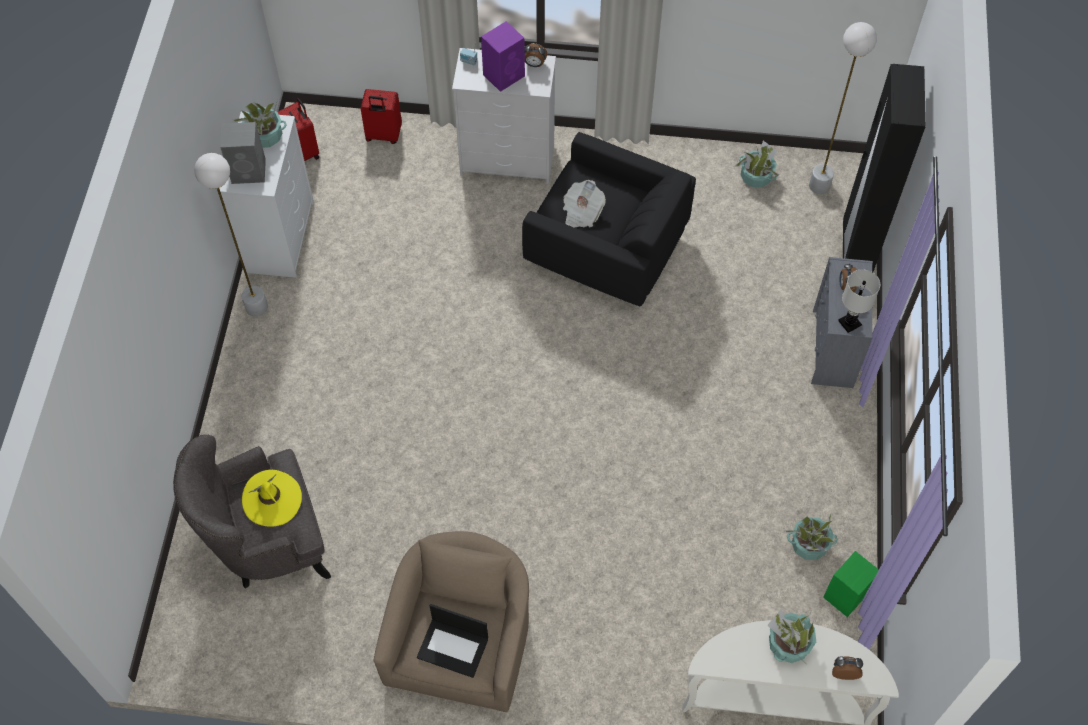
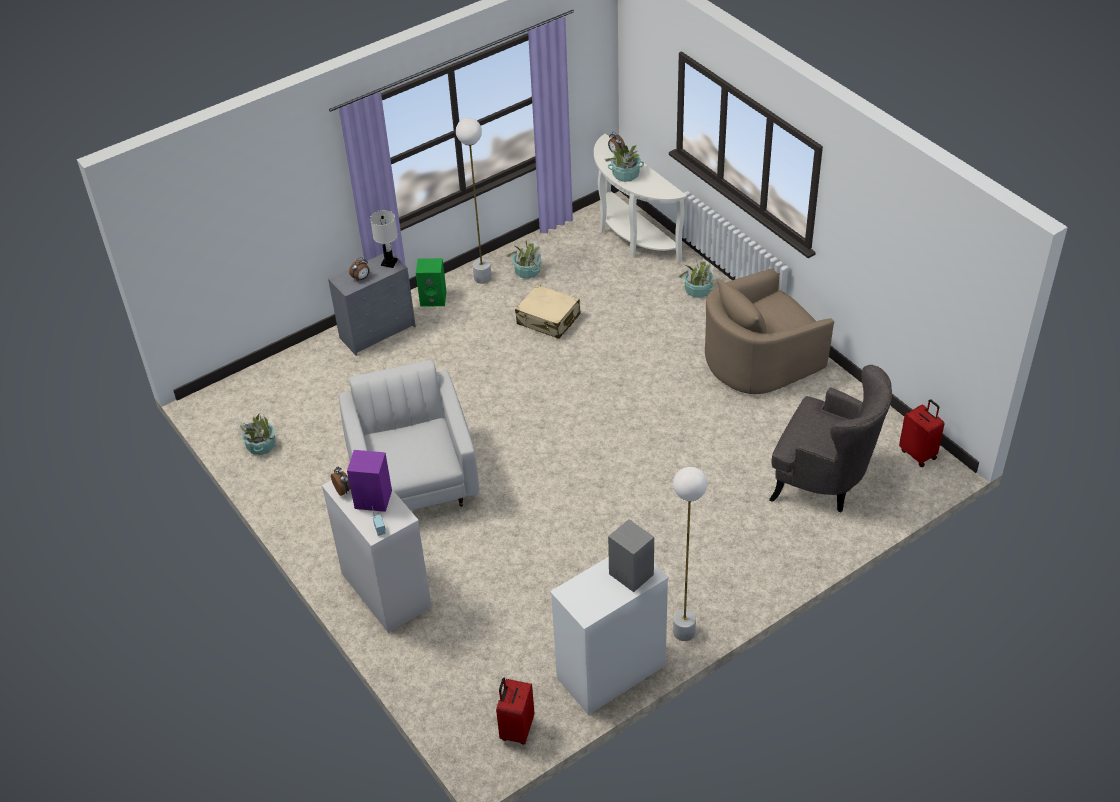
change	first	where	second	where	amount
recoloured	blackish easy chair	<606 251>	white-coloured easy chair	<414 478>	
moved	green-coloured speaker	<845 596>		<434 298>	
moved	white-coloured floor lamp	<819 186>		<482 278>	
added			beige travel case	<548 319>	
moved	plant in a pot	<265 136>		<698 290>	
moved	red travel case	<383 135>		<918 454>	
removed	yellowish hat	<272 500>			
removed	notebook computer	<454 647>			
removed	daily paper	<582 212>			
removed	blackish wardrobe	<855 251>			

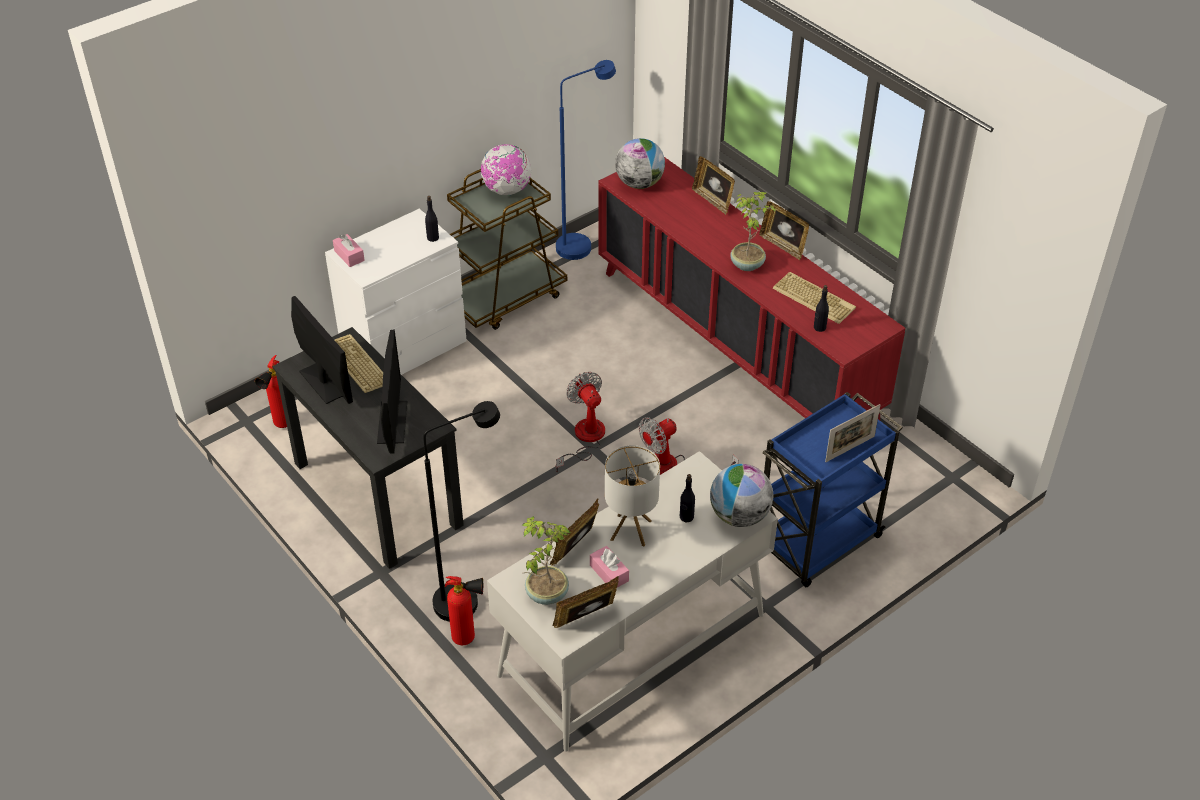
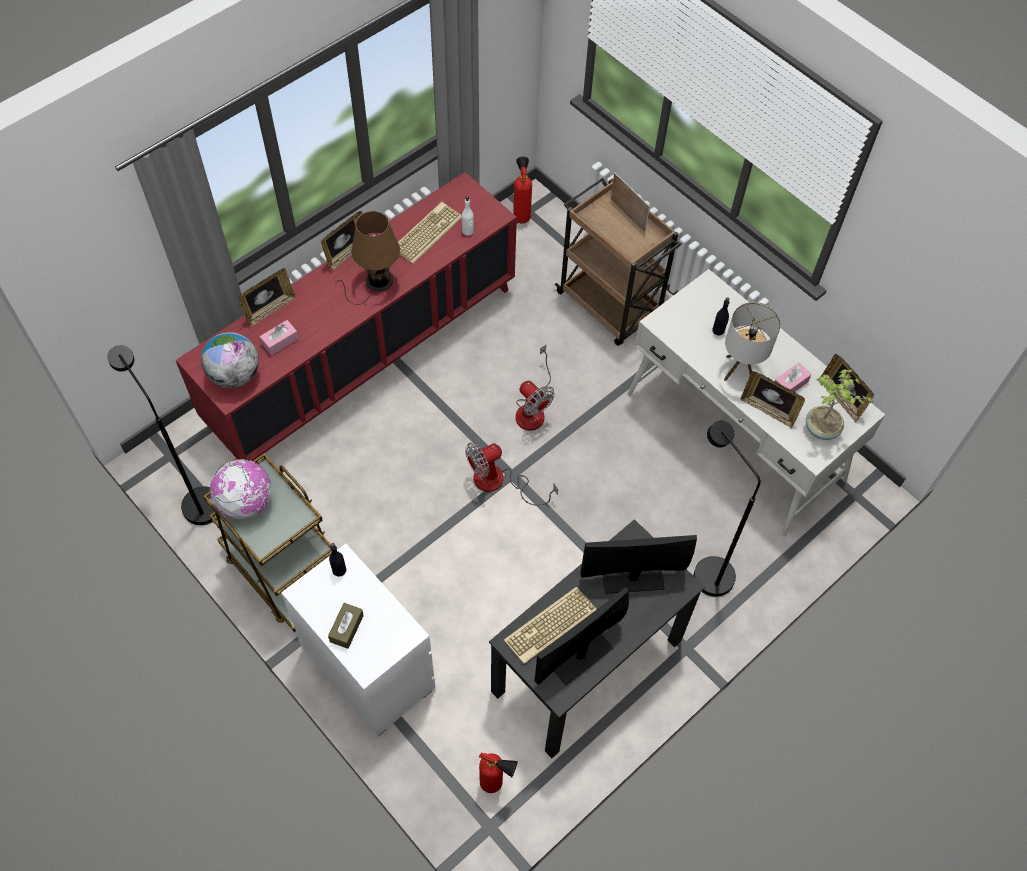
change	first	where	second	where	amount
recoloured	bluish floor lamp	<581 244>	blackish floor lamp	<195 499>	
moved	pink-coloured tissue holder	<349 256>		<280 341>	
added			brown tissue holder	<346 628>	
replaced	plant in a pot	<747 264>	brown tabletop lamp	<376 282>	
recoloured	blackish bottle	<819 327>	white-coloured bottle	<468 231>	
moved	fire extinguisher	<469 638>		<521 215>	
recoloured	bluish wheeled cart	<816 543>	brown wheeled cart	<610 306>	
removed	globe	<739 516>			

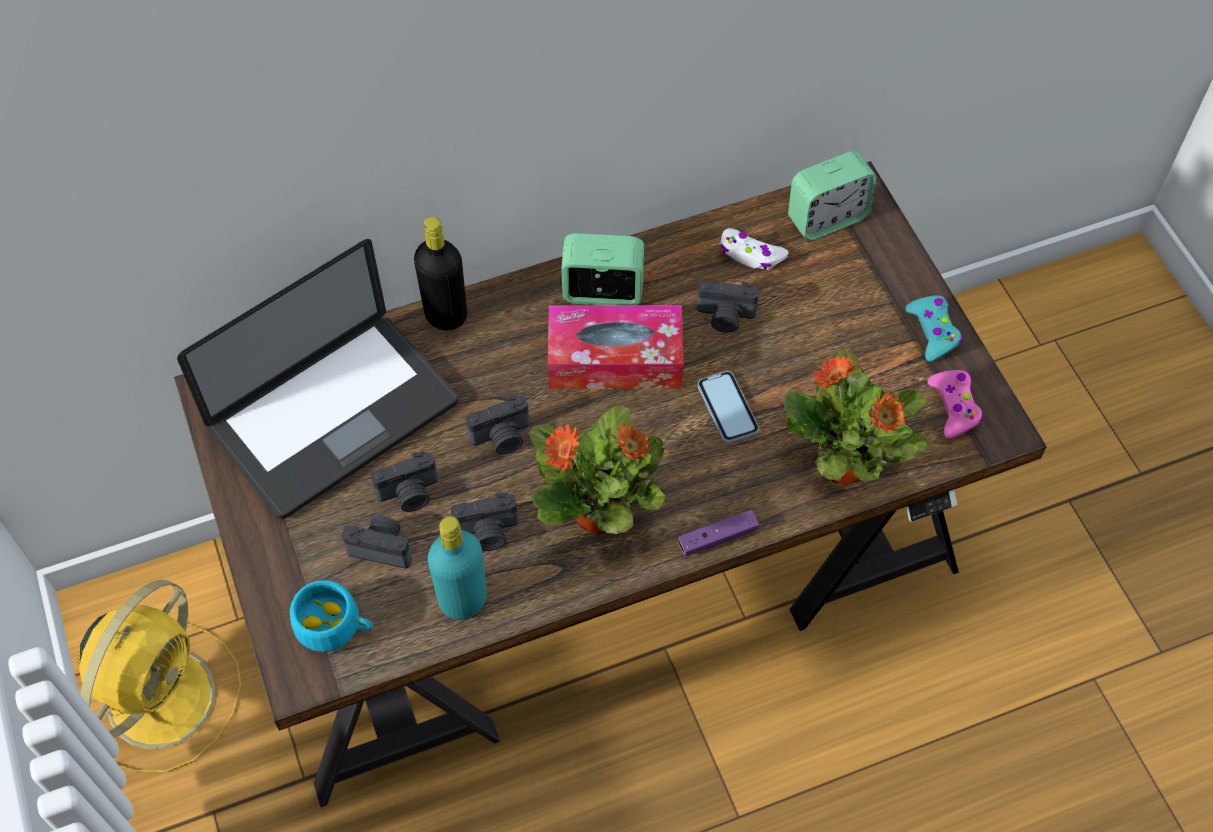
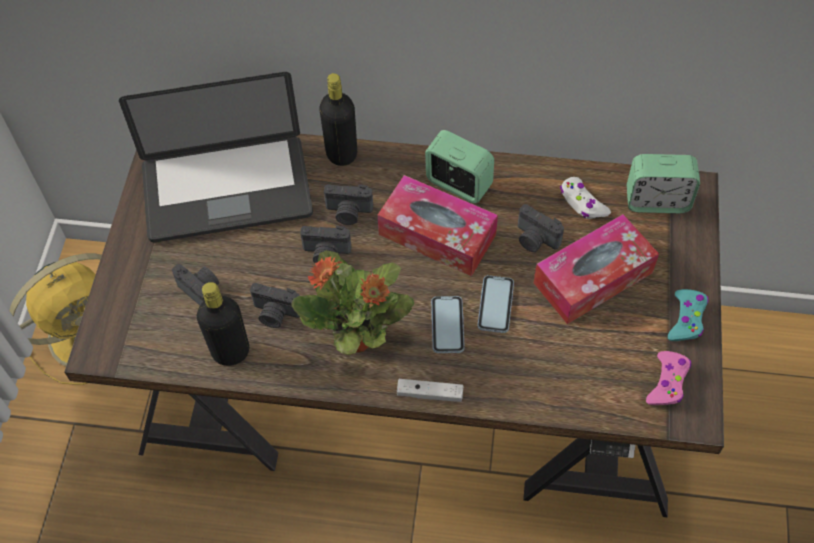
change	first	where	second	where	amount
recoloured	turquoise-coloured bottle	<463 600>	blackish bottle	<231 351>	
moved	photo camera	<410 494>		<348 213>	
recoloured	purple gamepad	<717 538>	white-coloured gamepad	<430 394>	
added			handset	<447 325>	
added			tissue holder	<593 278>	
removed	turquoise-coloured cup	<335 626>			
removed	plant in a pot	<845 467>			

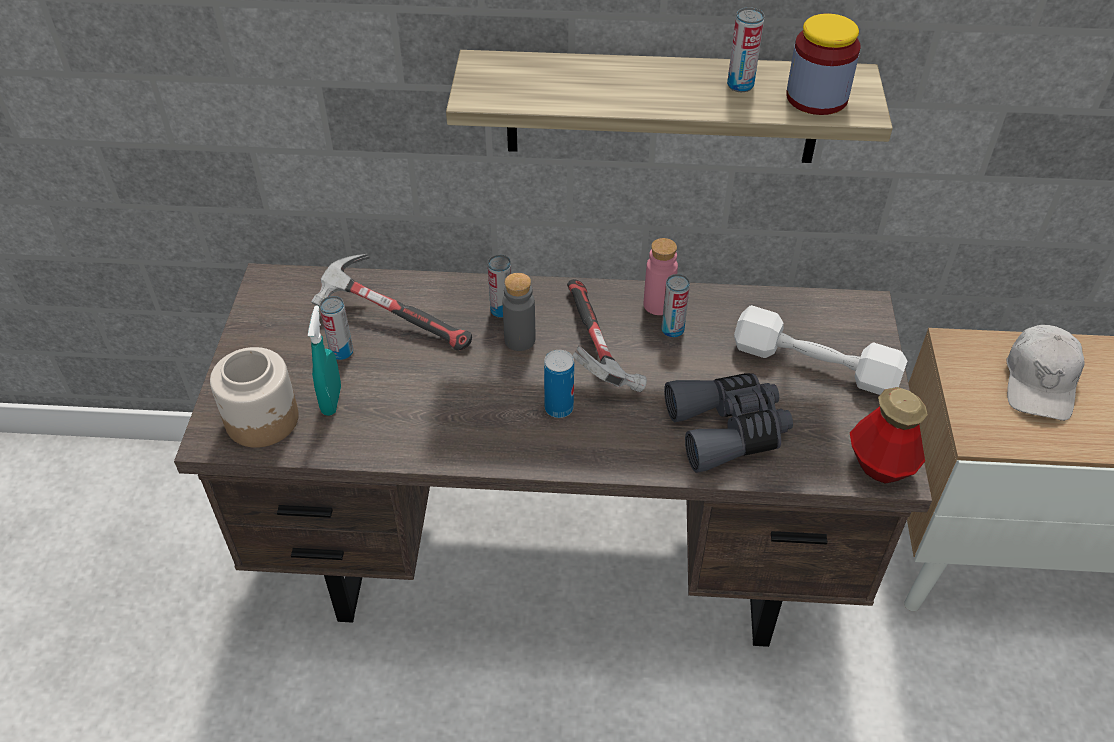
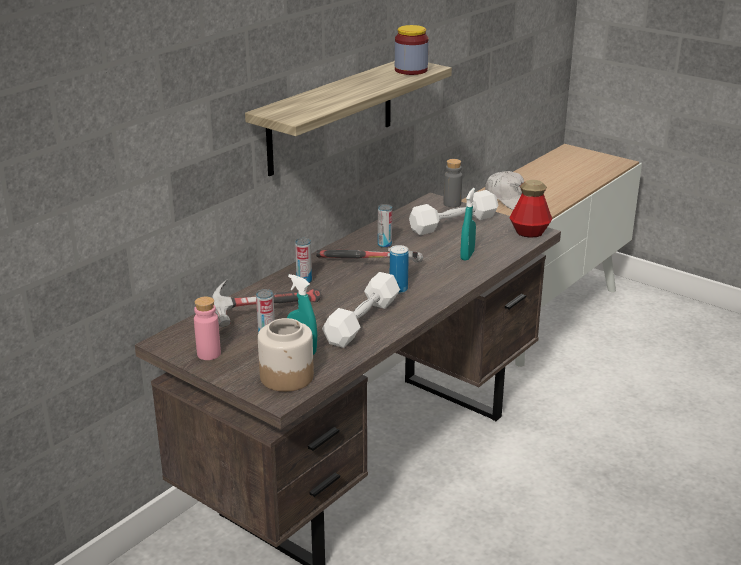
change	first	where	second	where	amount
moved	pink-coloured bottle	<658 305>		<209 354>	
added			white-coloured free weight	<362 321>	
moved	grey bottle	<519 340>		<452 204>	
replaced	grey field glasses	<728 429>	turquoise-coloured sprayer	<467 255>	
removed	can	<740 85>			

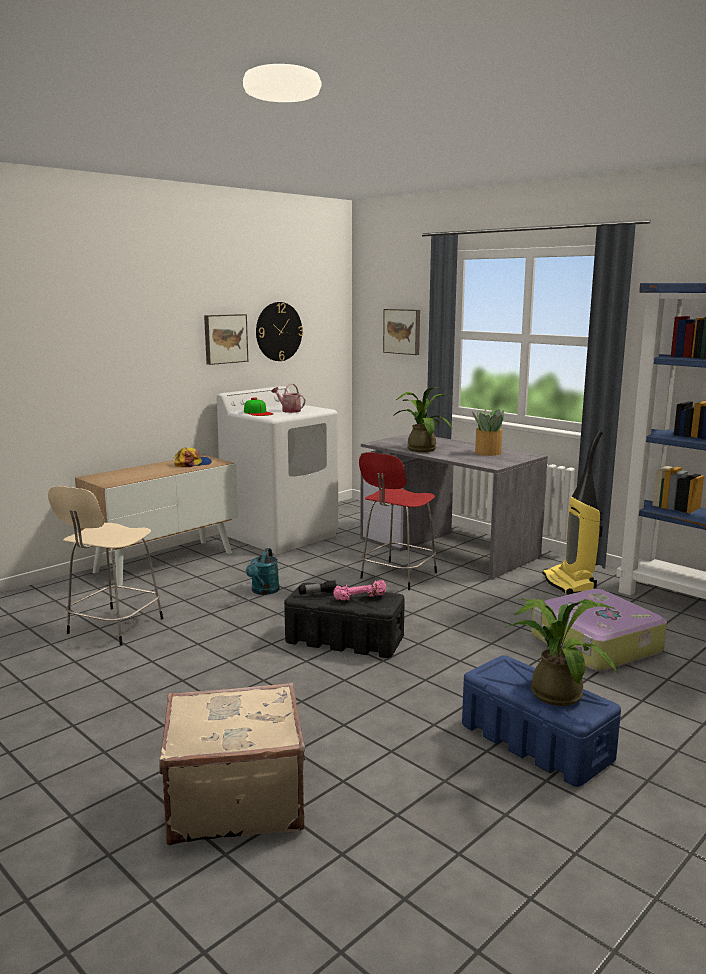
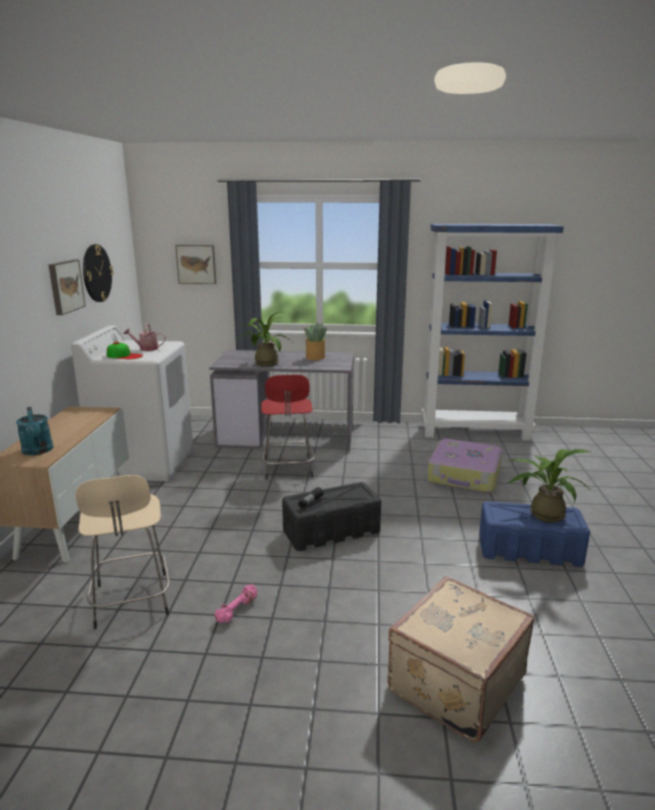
change	first	where	second	where	amount
moved	turquoise-coloured watering pot	<263 591>		<38 451>	
moved	pink-coloured free weight	<360 598>		<237 610>	
removed	peaked cap	<192 464>			
removed	hoover	<570 584>			

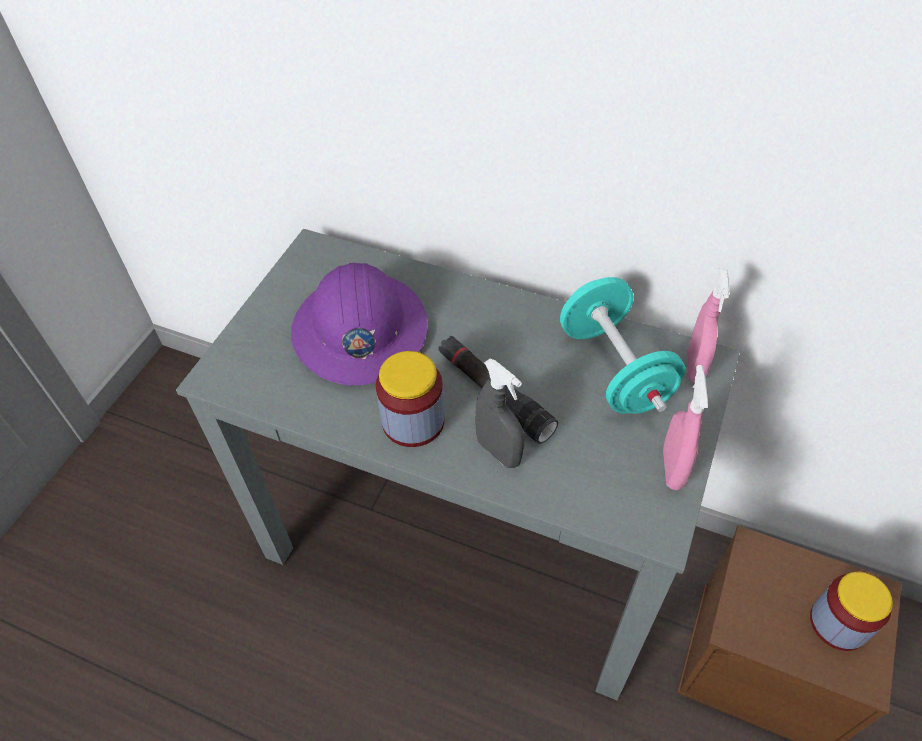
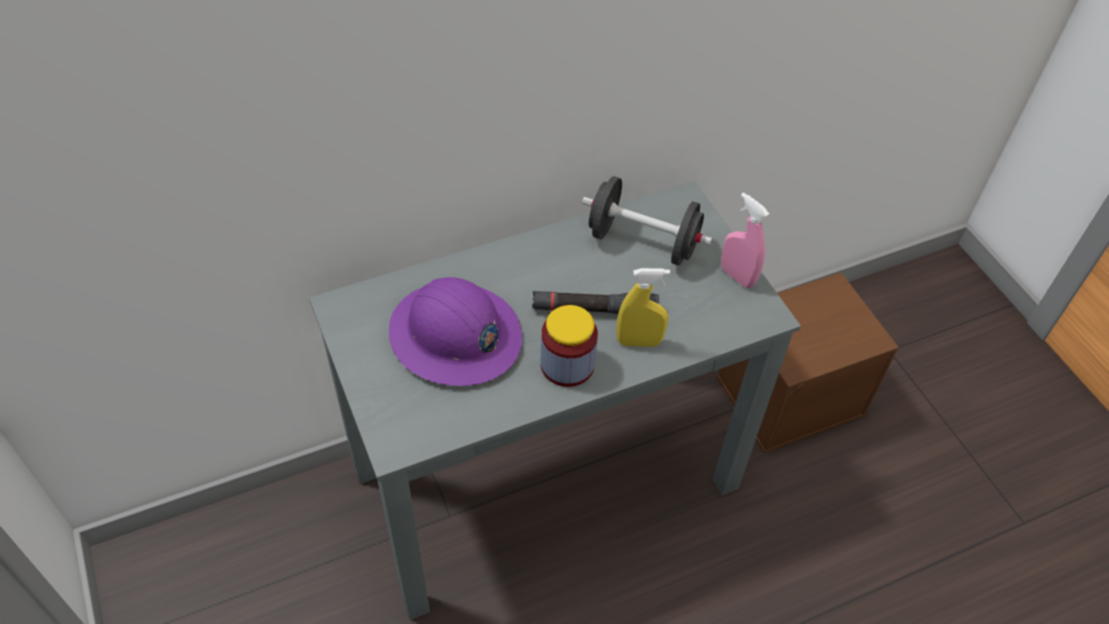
change	first	where	second	where	amount
recoloured	turquoise-coloured free weight	<615 369>	blackish free weight	<643 242>	
recoloured	grey sprayer	<498 452>	yellowish sprayer	<639 342>	
removed	pink-coloured sprayer	<695 366>			
removed	storage jar	<838 623>			

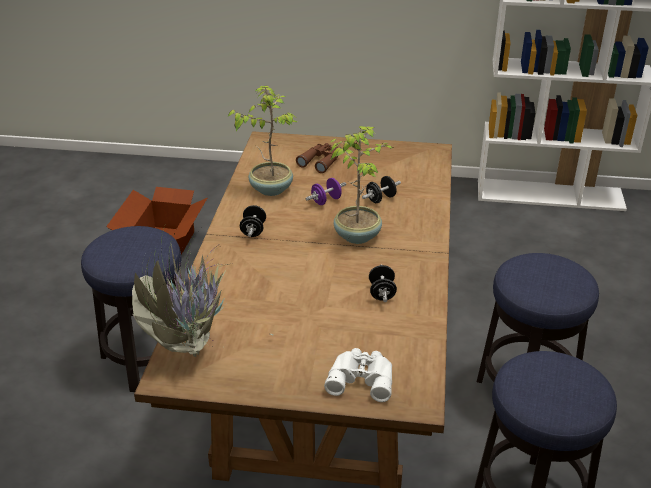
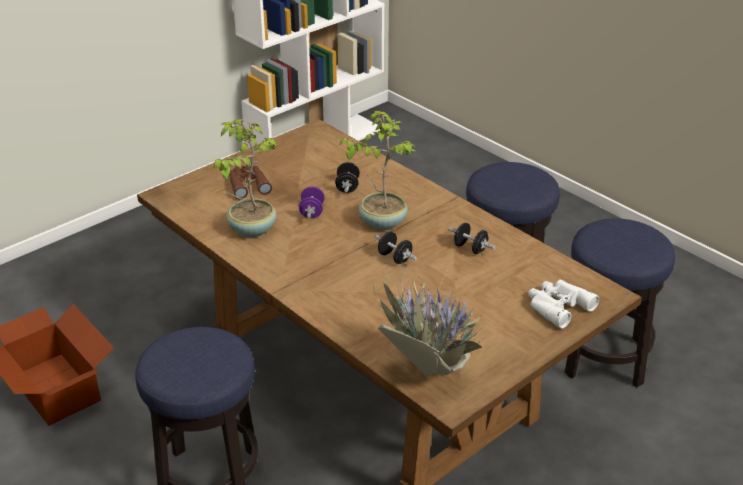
change	first	where	second	where	amount
moved	blackish free weight	<253 230>		<394 258>	

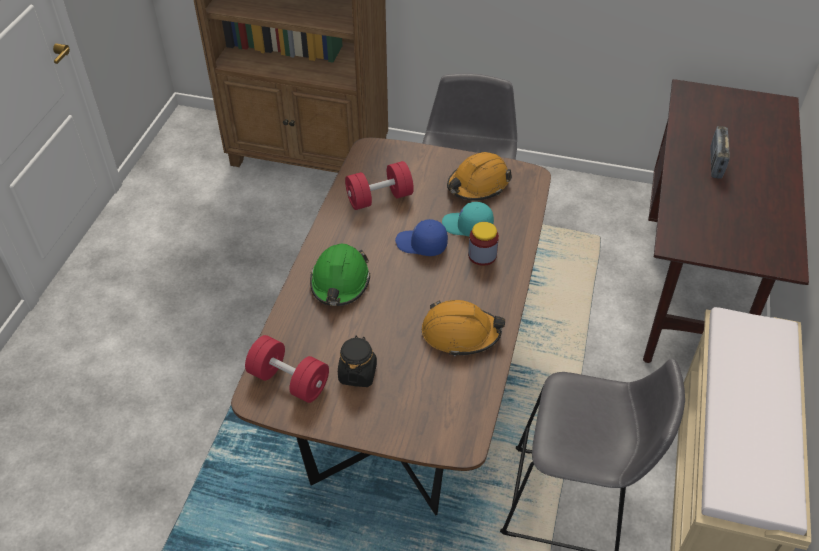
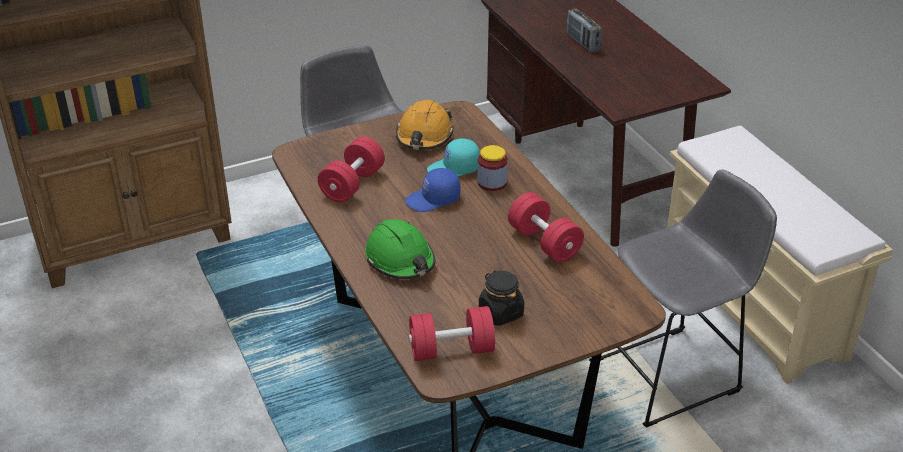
change	first	where	second	where	amount
replaced	orange-coloured hard hat	<460 333>	red free weight	<544 242>	

